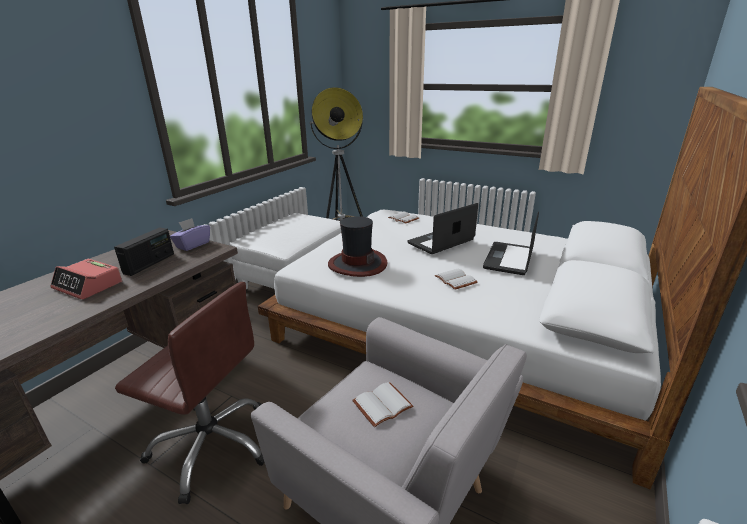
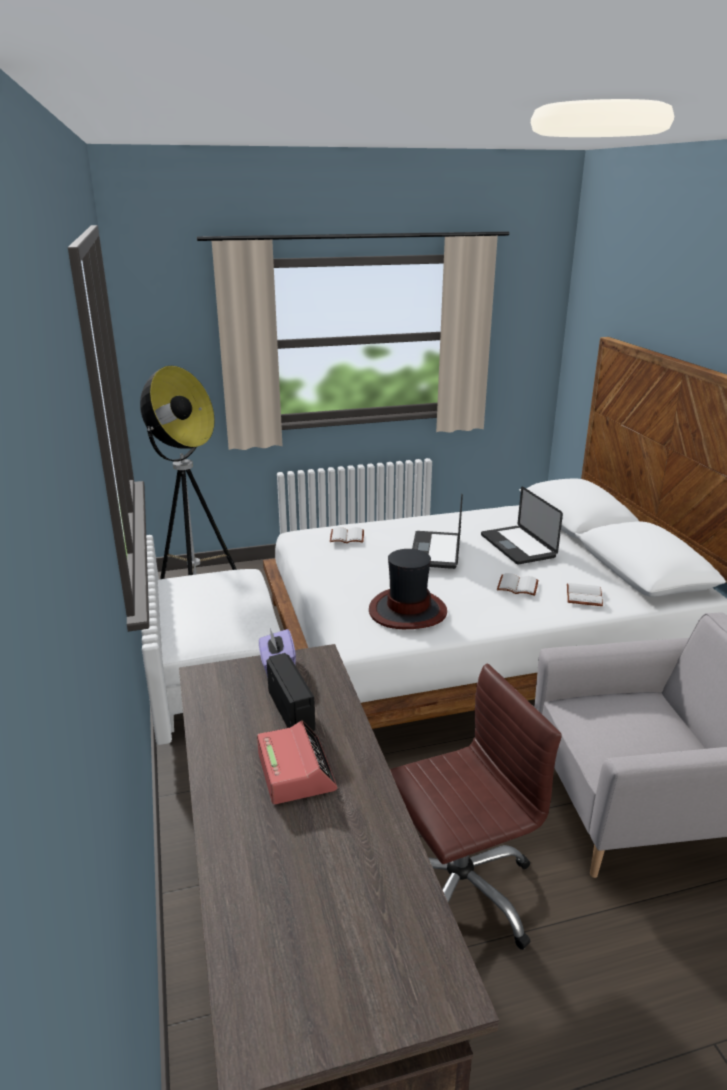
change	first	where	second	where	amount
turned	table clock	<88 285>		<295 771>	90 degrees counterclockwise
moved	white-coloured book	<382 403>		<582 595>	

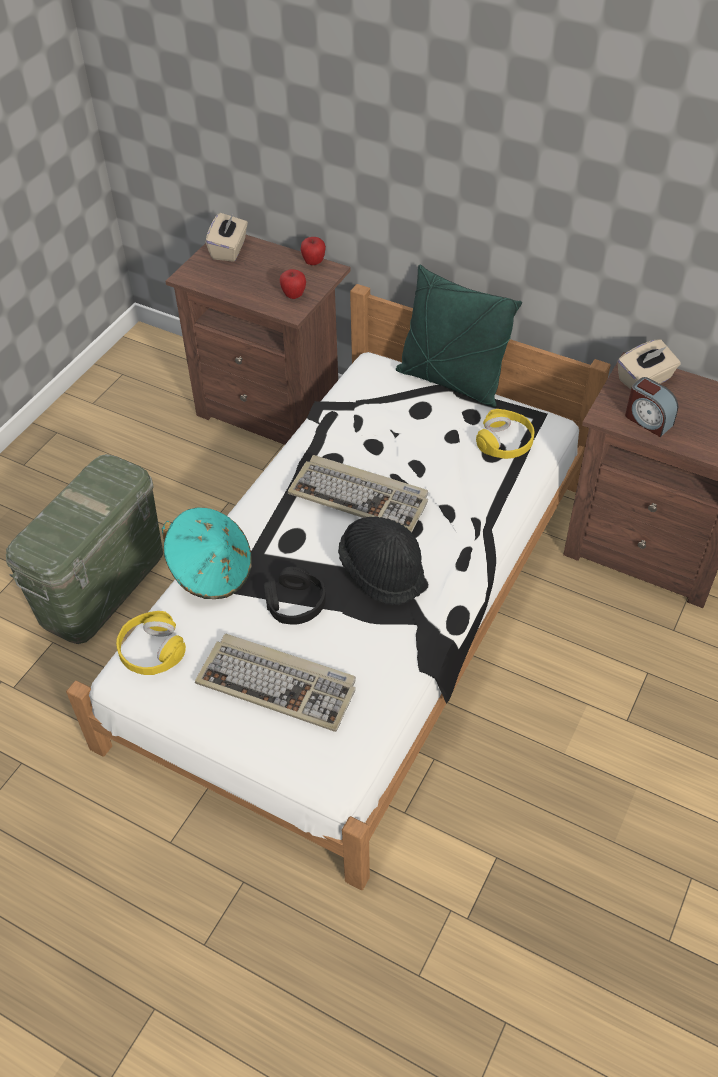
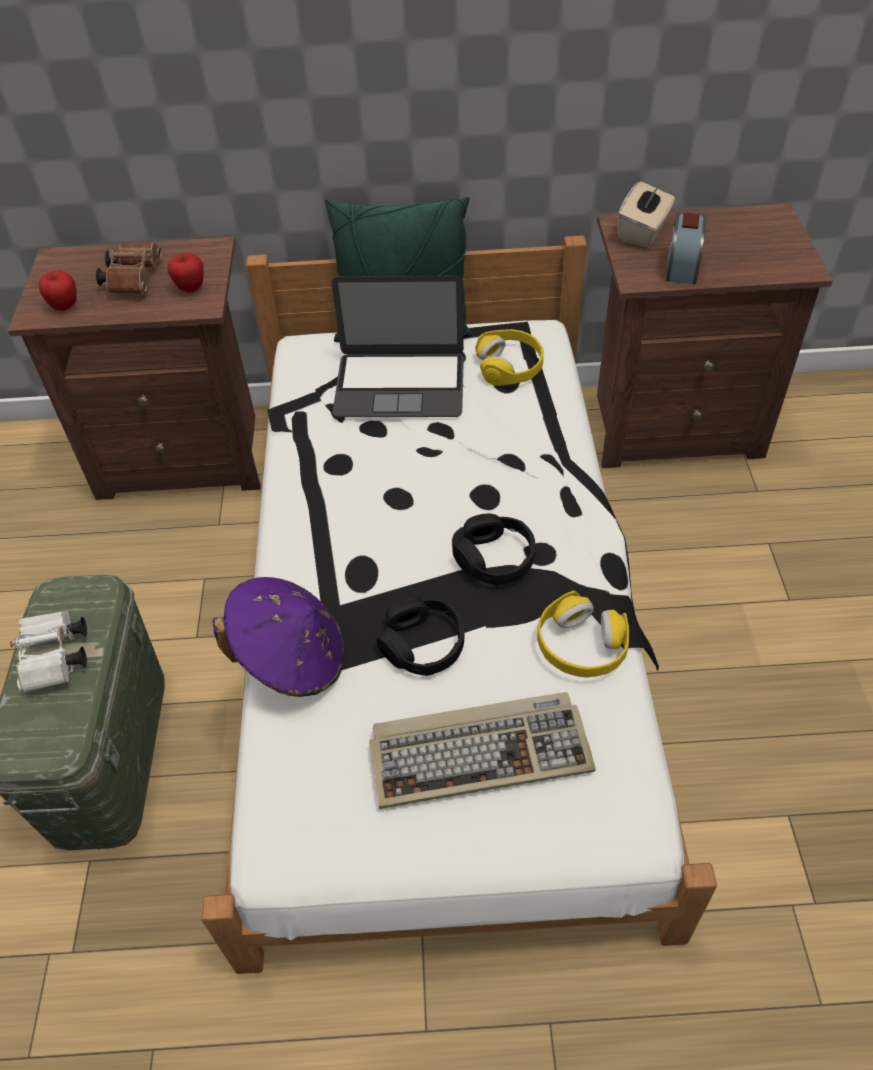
change	first	where	second	where	amount
added			white-coloured field glasses	<55 660>	
moved	whole apple	<313 262>		<65 306>	
added			brown field glasses	<134 279>	
recoloured	turquoise-coloured hat	<211 571>	purple hat	<291 658>	
added			notebook computer	<400 385>	
replaced	blackish hat	<382 572>	blackish pair of headphones	<495 558>	
moved	yellowish pair of headphones	<151 650>		<581 645>	
turned	table clock	<648 420>		<682 267>	90 degrees clockwise
removed	beige tissue holder	<229 250>			
removed	computer keyboard	<360 497>			

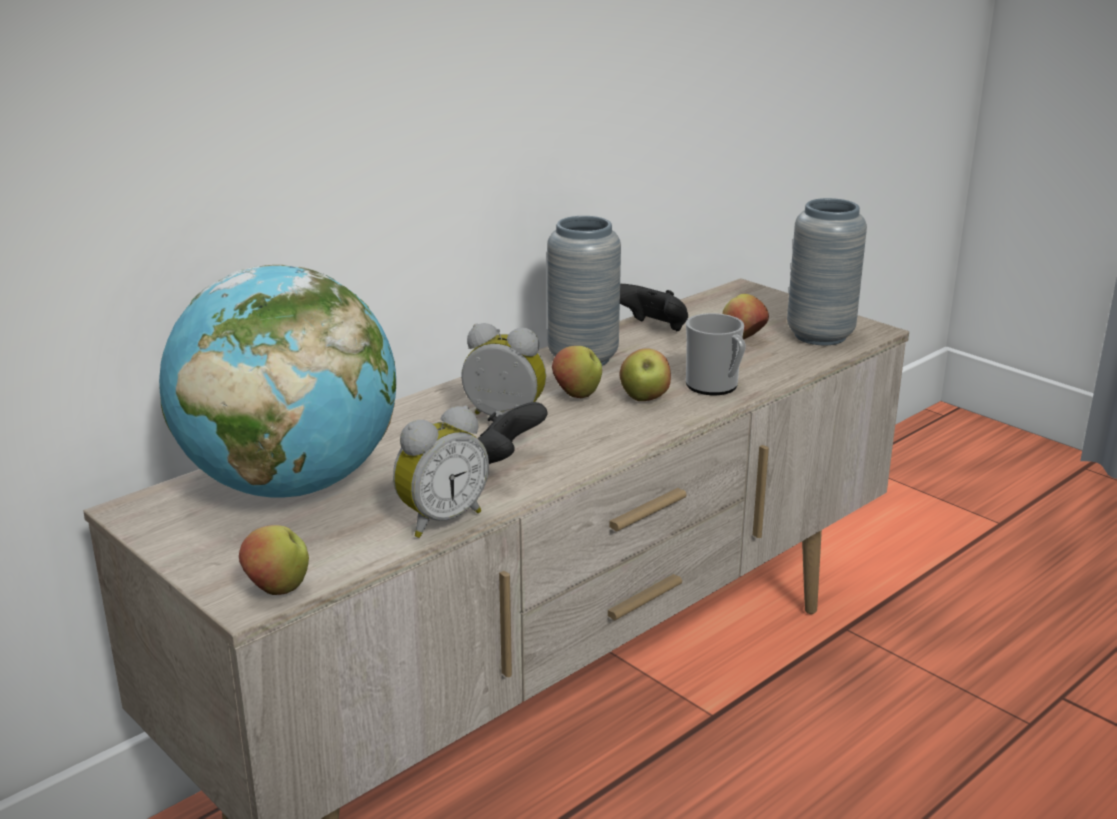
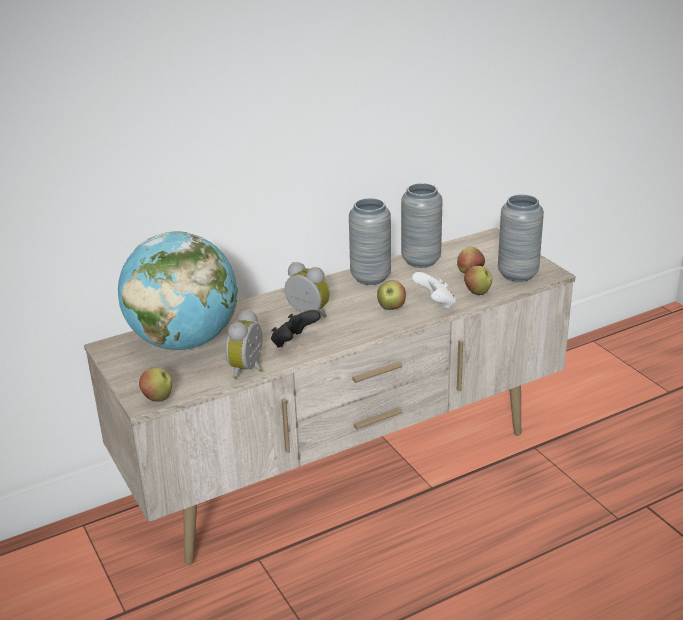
change	first	where	second	where	amount
turned	table clock	<440 519>		<249 370>	135 degrees clockwise
replaced	blackish gamepad	<652 329>	grey vase	<421 261>	
replaced	coffee mug	<716 387>	white-coloured gamepad	<435 304>	
moved	whole apple	<577 395>		<477 292>	

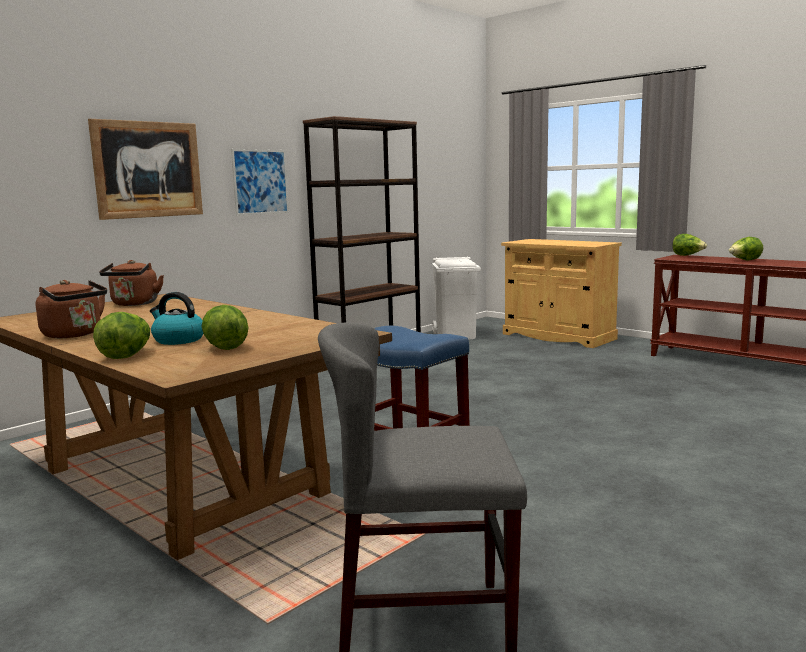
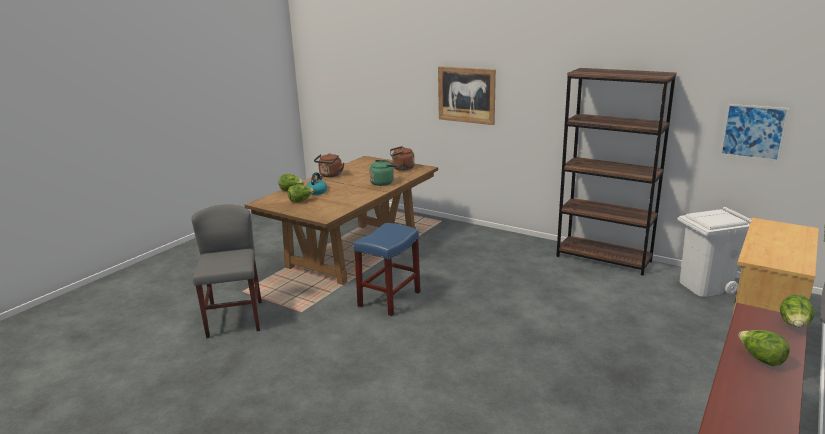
change	first	where	second	where	amount
added			green-coloured kettle	<383 183>	
moved	picture	<260 182>		<753 132>	

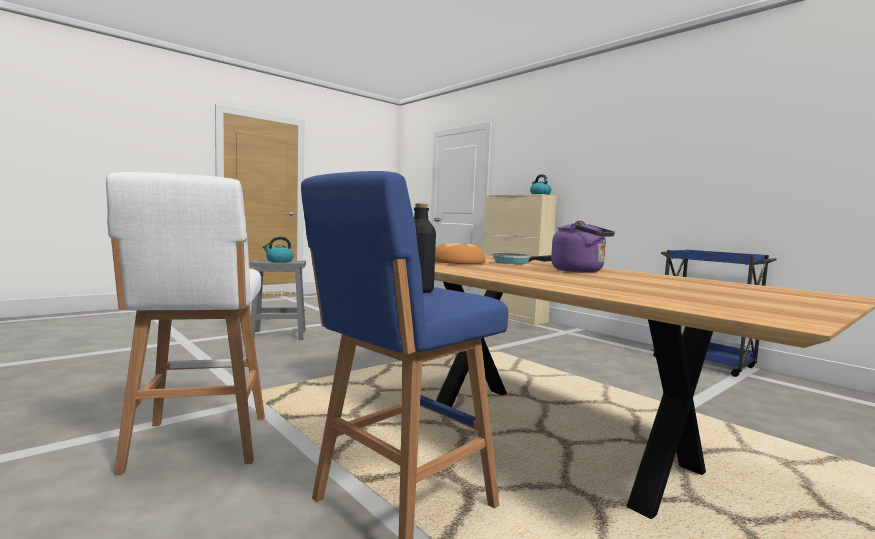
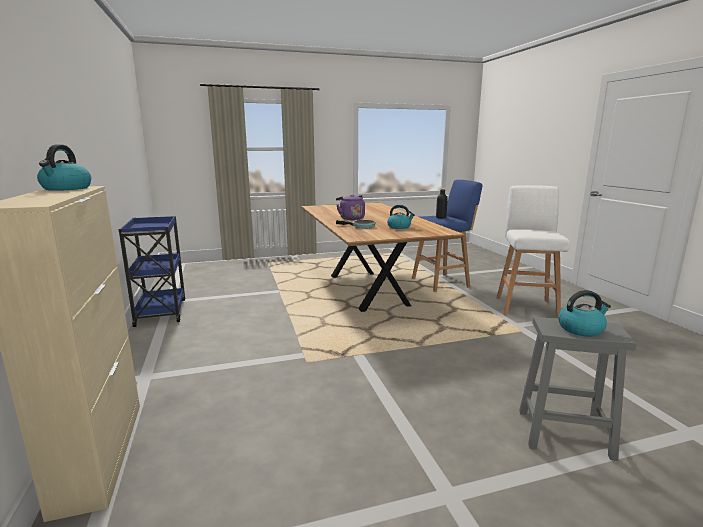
change	first	where	second	where	amount
replaced	bakery bread	<458 262>	kettle	<399 227>	

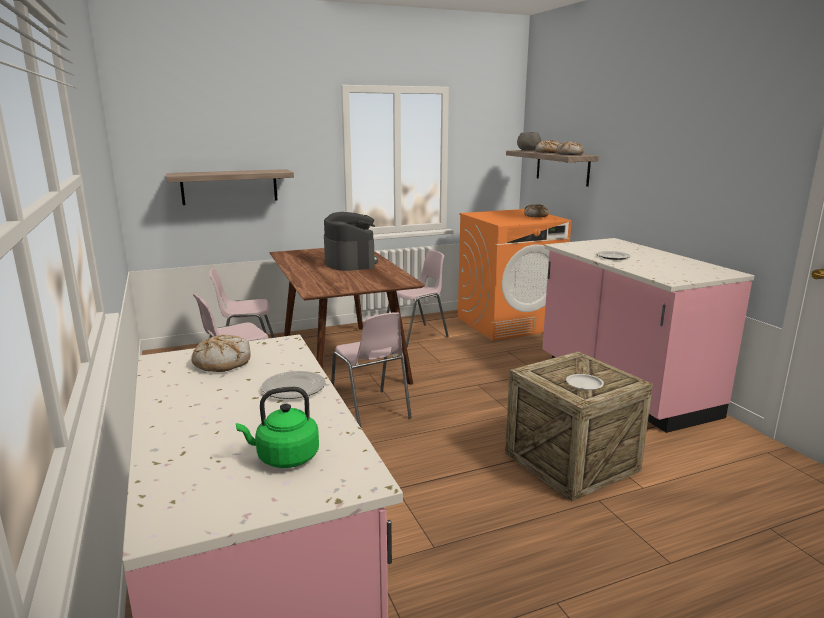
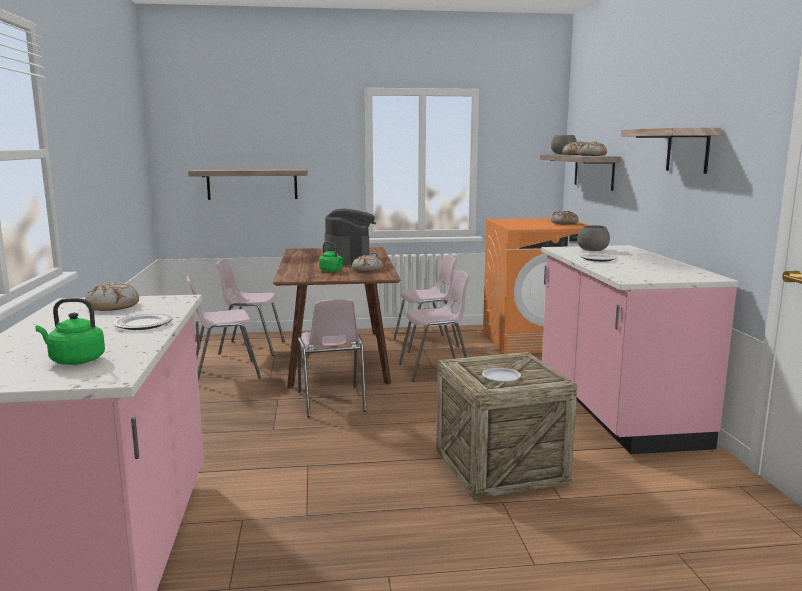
change	first	where	second	where	amount
added			green-coloured kettle	<332 271>	
added			bakery bread	<367 269>	
added			pink-coloured upright chair	<435 370>	
added			grey serving bowl	<593 250>	
added			shelf	<687 150>	

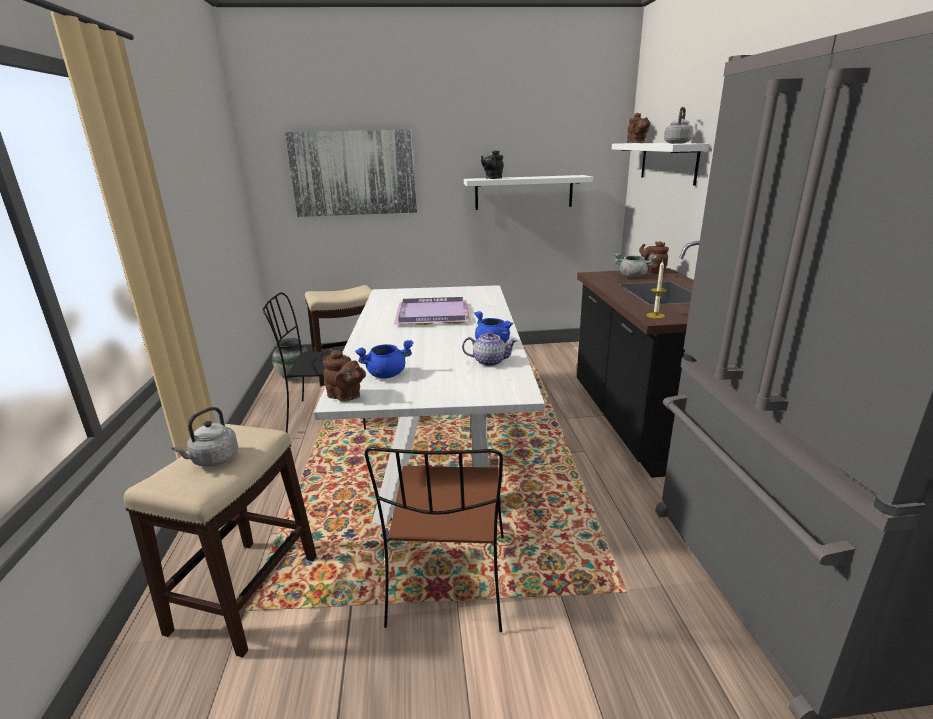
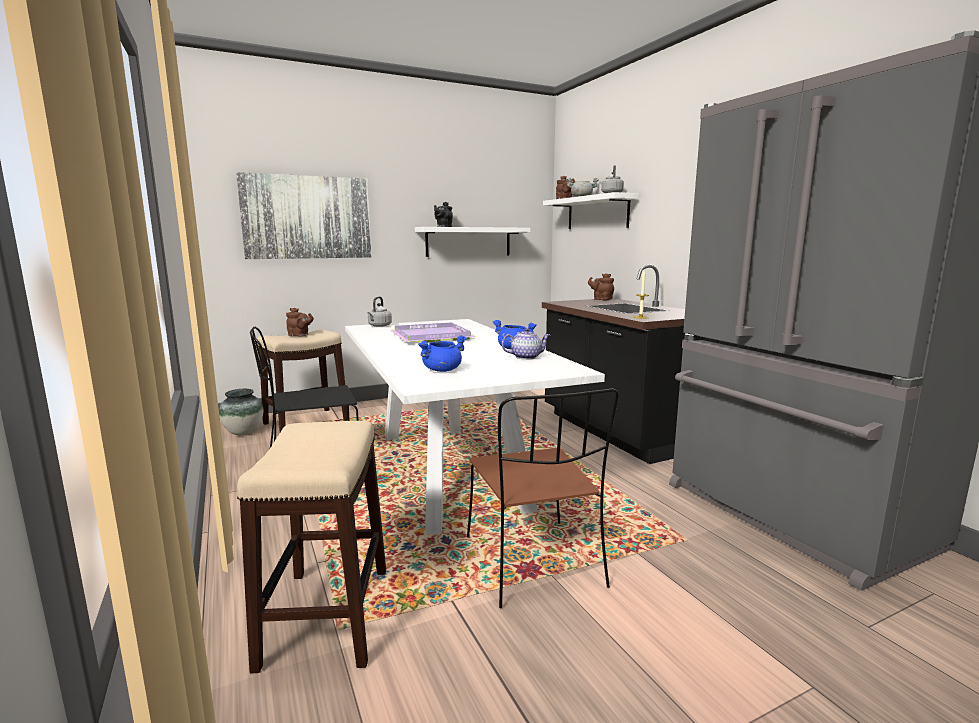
change	first	where	second	where	amount
moved	brown tea pot	<346 397>		<300 335>	
moved	grey kettle	<213 460>		<379 326>	
moved	grey saucepot	<632 276>		<581 197>	

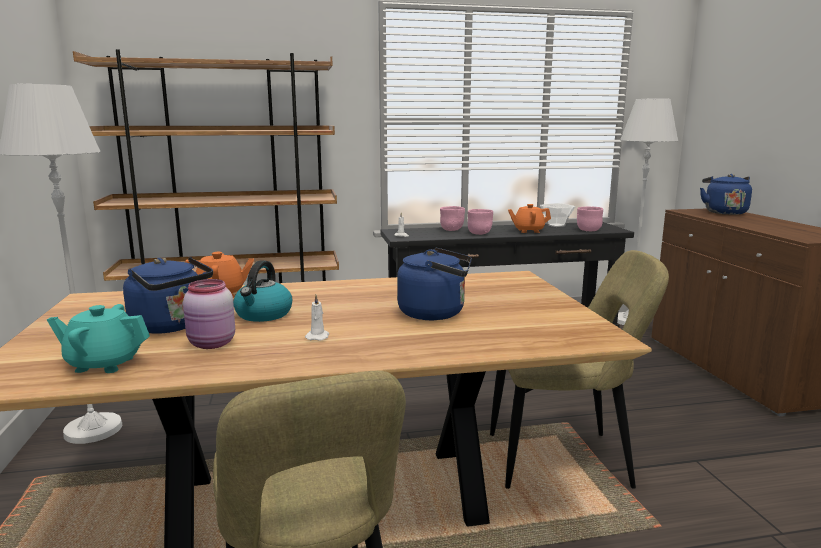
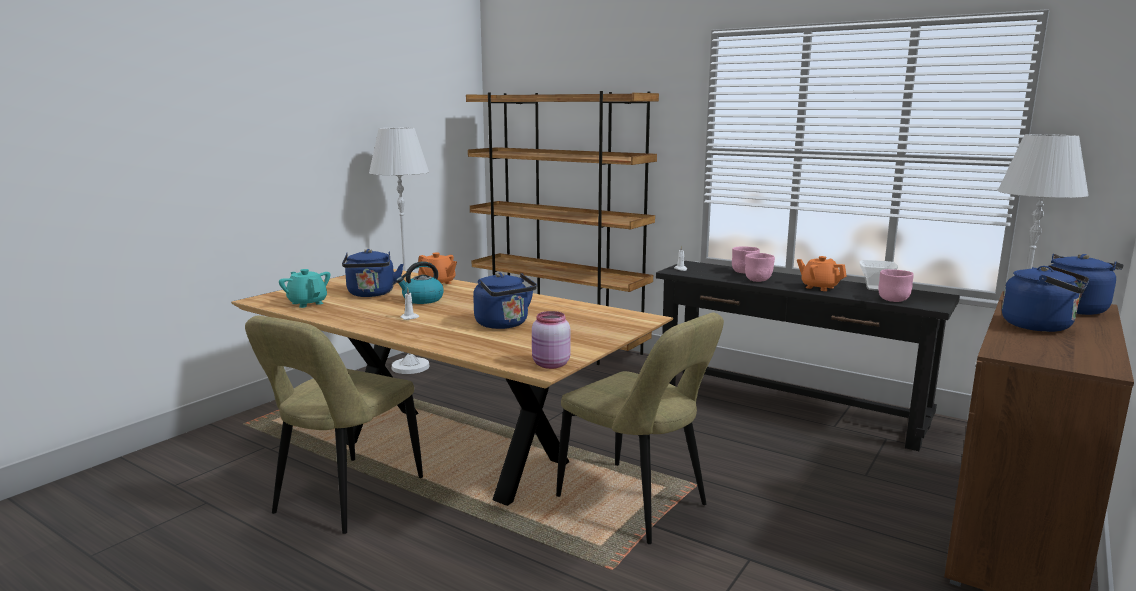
change	first	where	second	where	amount
moved	pink-coloured storage jar	<212 344>		<550 365>	
added			bluish kettle	<1041 326>	

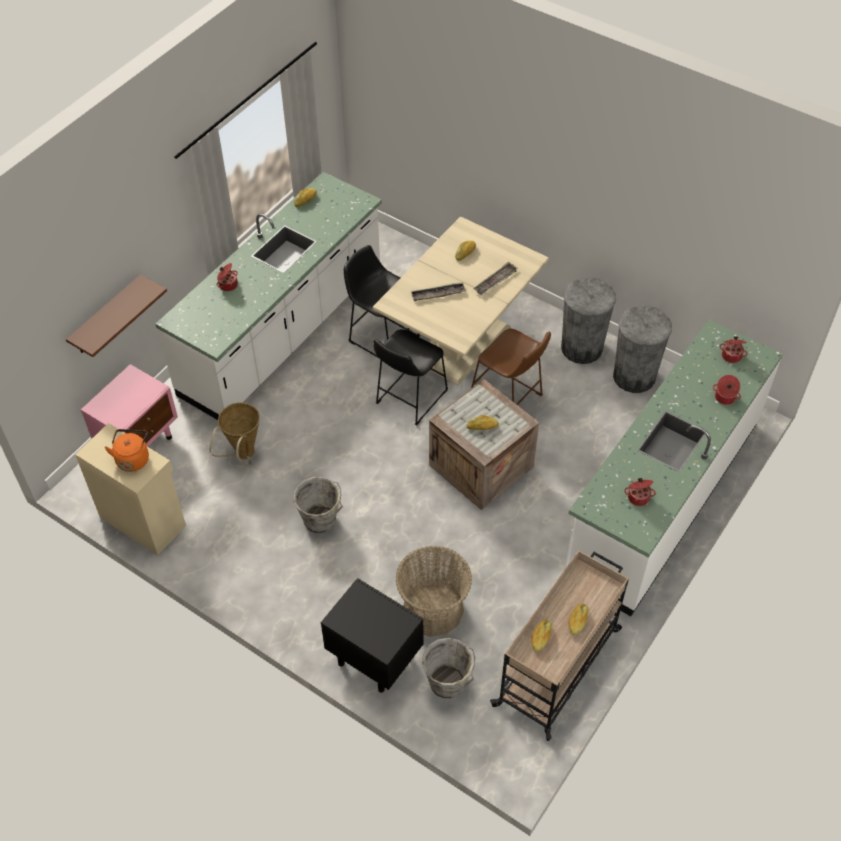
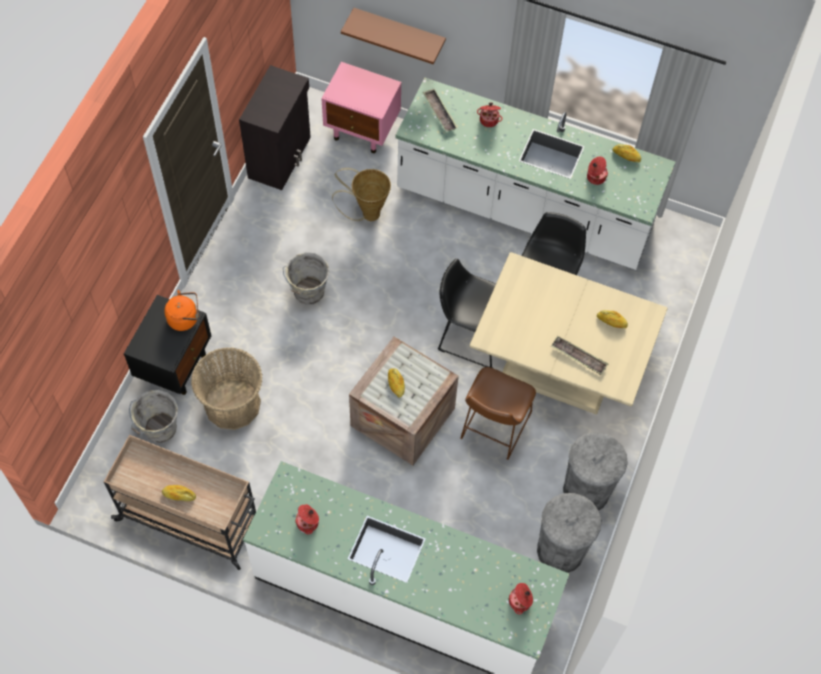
change	first	where	second	where	amount
moved	orange-coloured kettle	<133 458>		<185 318>	
recoloured	beige storage cabinet	<143 520>	blackish storage cabinet	<280 157>	
moved	serving tray	<437 294>		<439 112>	
moved	saucepot	<724 398>		<595 177>	
removed	bakery bread	<541 637>			

